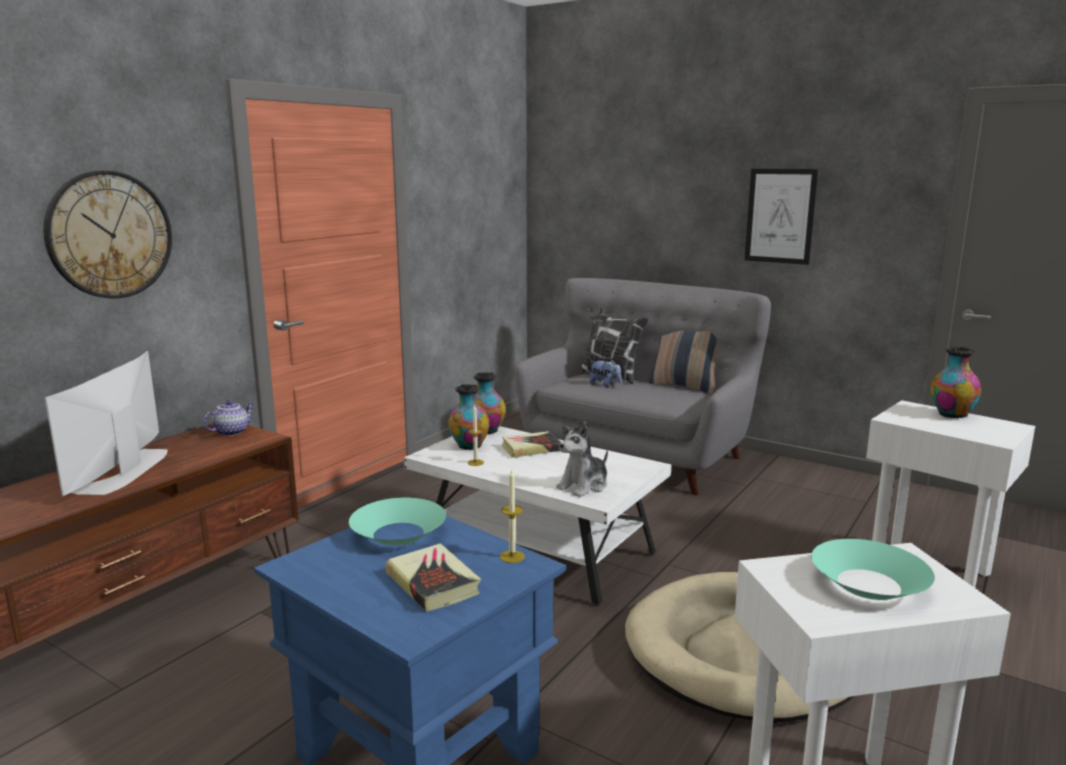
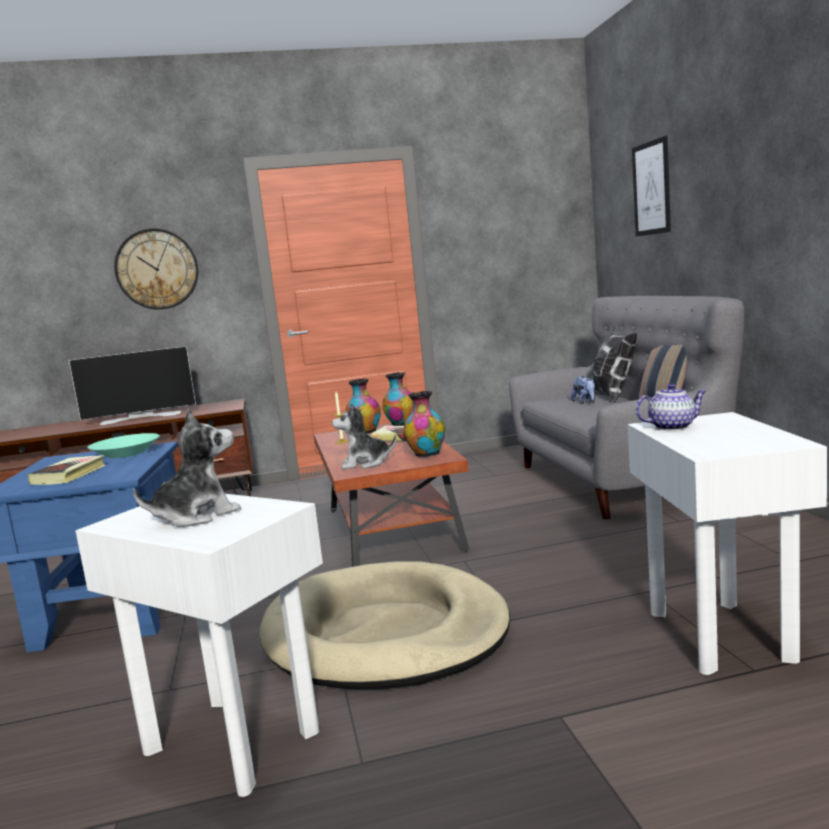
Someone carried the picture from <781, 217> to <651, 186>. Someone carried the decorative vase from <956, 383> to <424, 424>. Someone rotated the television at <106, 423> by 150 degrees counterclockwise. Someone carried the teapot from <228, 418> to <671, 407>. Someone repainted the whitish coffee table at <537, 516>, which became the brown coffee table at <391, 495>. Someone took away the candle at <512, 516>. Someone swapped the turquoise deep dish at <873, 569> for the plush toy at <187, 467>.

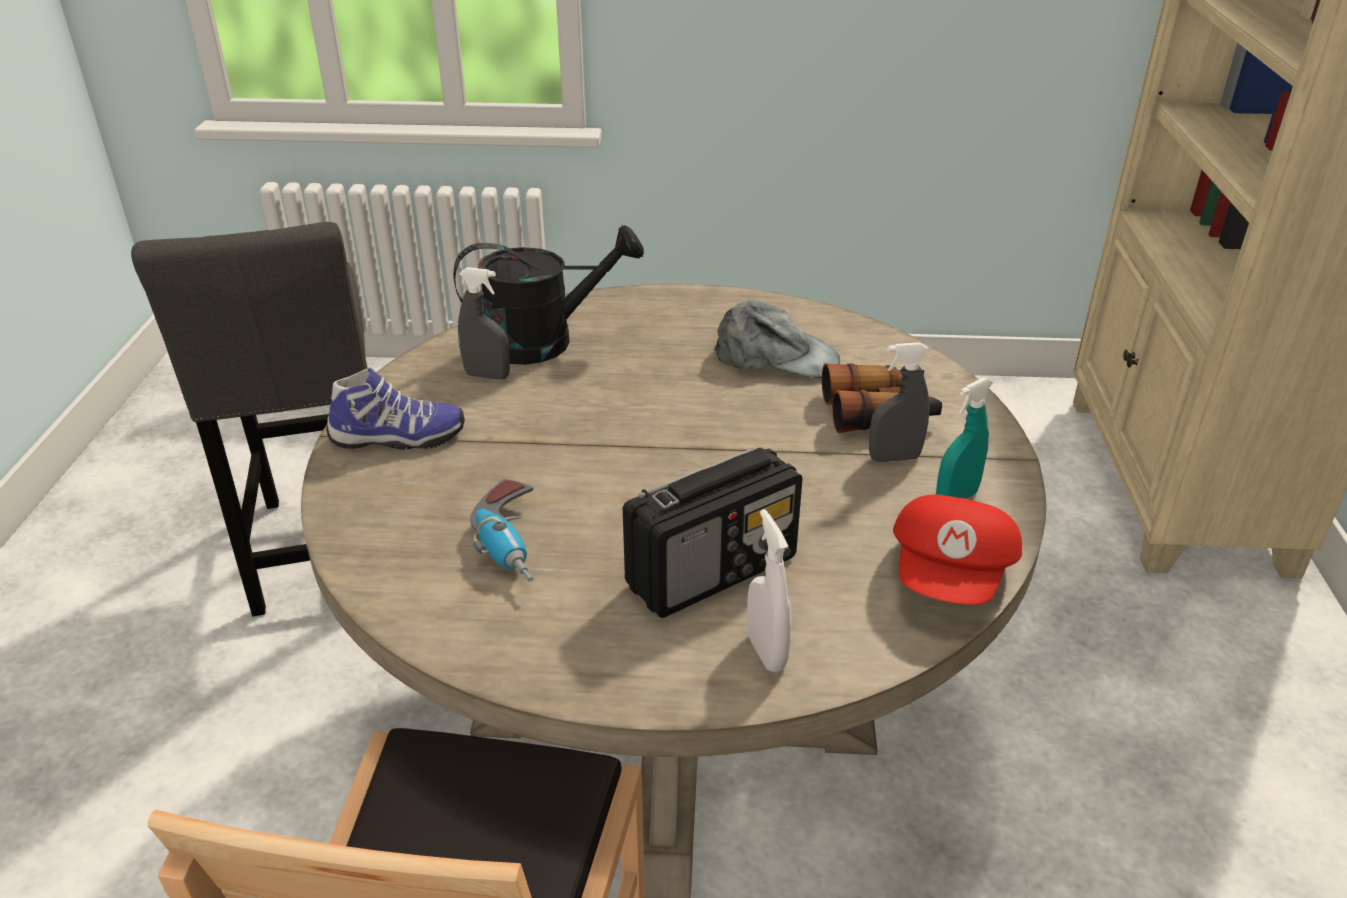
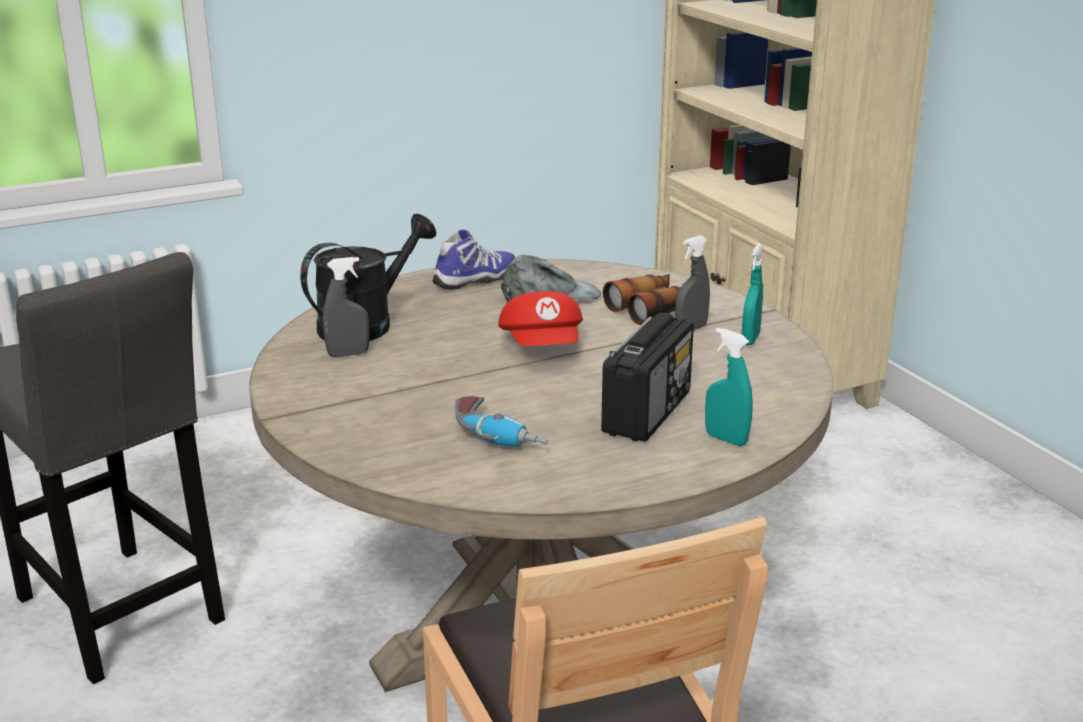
Someone carried the item of footwear from <395, 409> to <474, 260>. Someone carried the red-coloured peaked cap from <957, 549> to <540, 318>. Someone repainted the whitish spray bottle at <769, 590>, which became the turquoise spray bottle at <729, 387>.

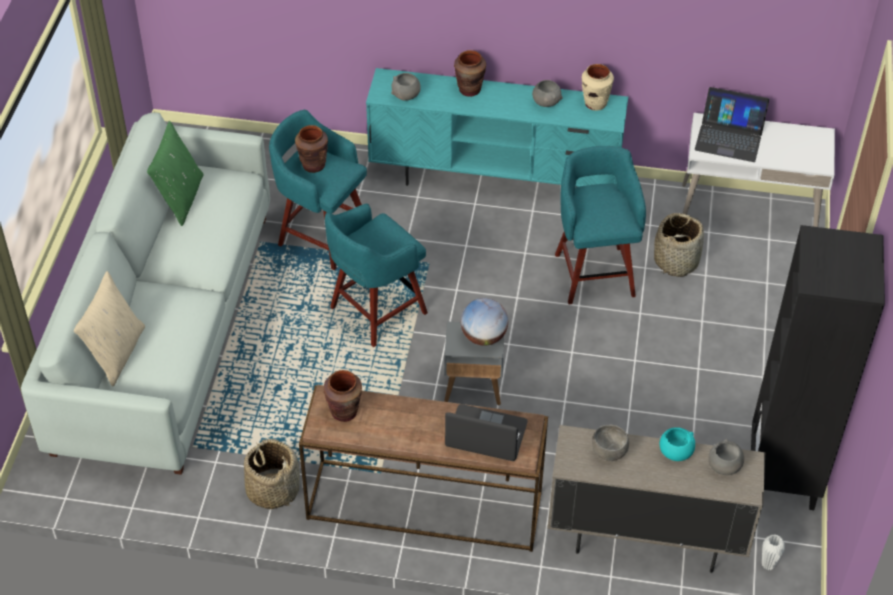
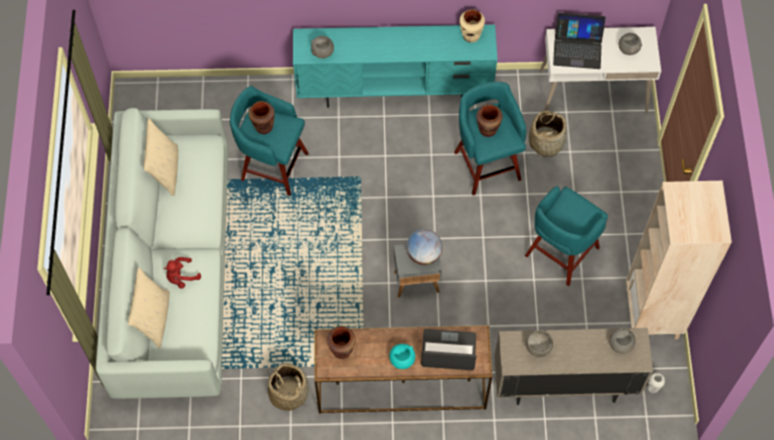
Someone carried the brown decorative vase from <470, 73> to <489, 121>. Someone carried the grey deep dish from <547, 93> to <630, 44>. Someone repainted the green pillow at <175, 173>, which became the beige pillow at <161, 157>. Someone carried the turquoise stool from <376, 275> to <566, 236>. Someone repainted the black bookcase at <818, 367>, which became the beige bookcase at <679, 260>. Someone carried the turquoise deep dish from <677, 444> to <402, 356>. Someone put down the red-coloured plush toy at <182, 273>.

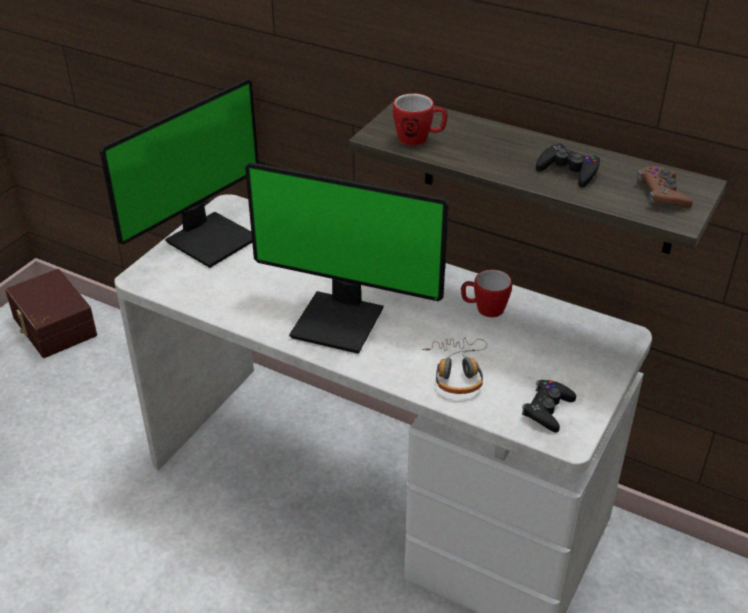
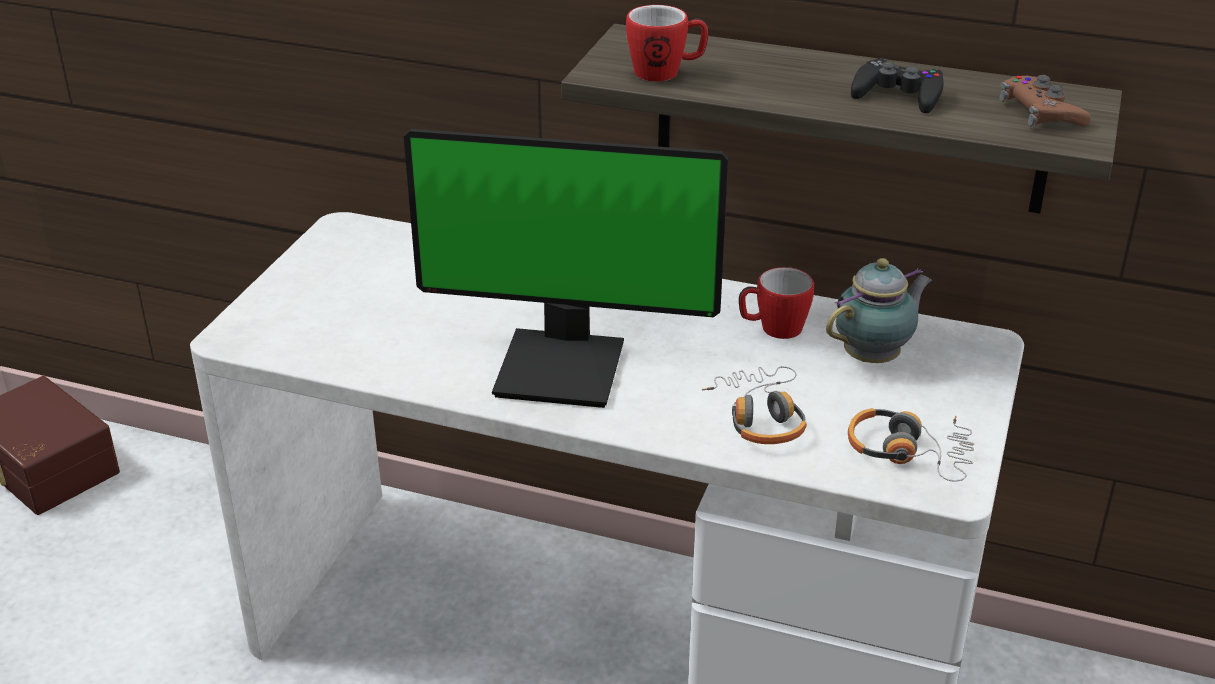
Someone took away the monitor at <179, 173>. Someone swapped the black joypad at <549, 406> for the headset at <911, 444>. Someone put down the teapot at <879, 310>.

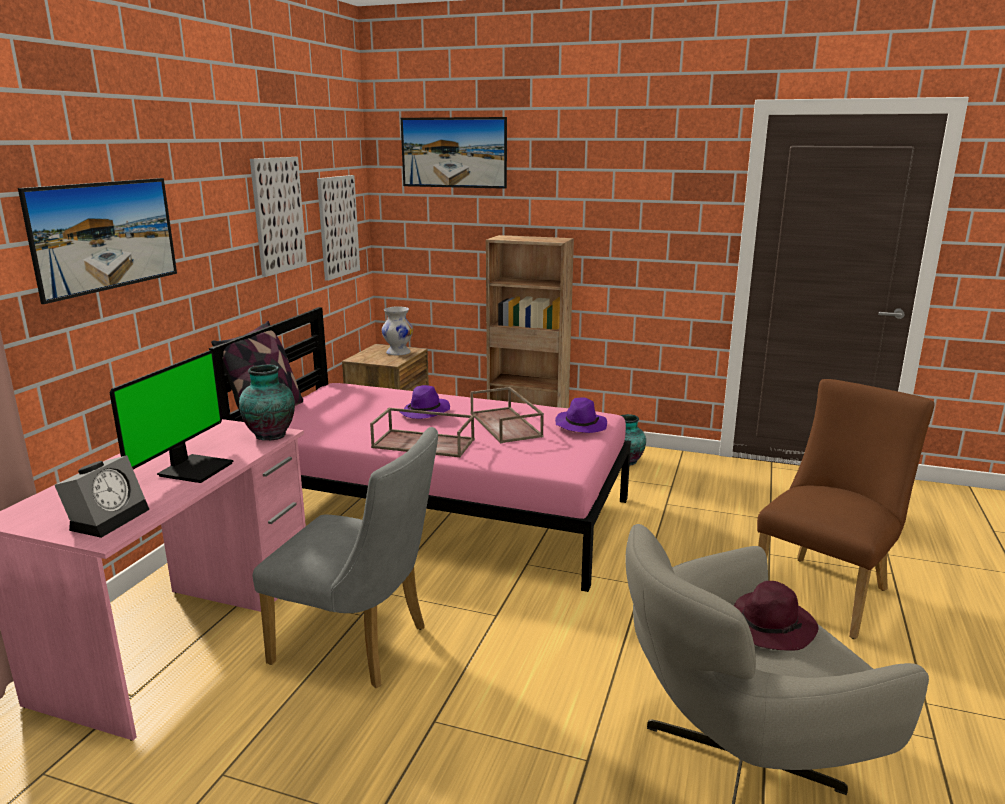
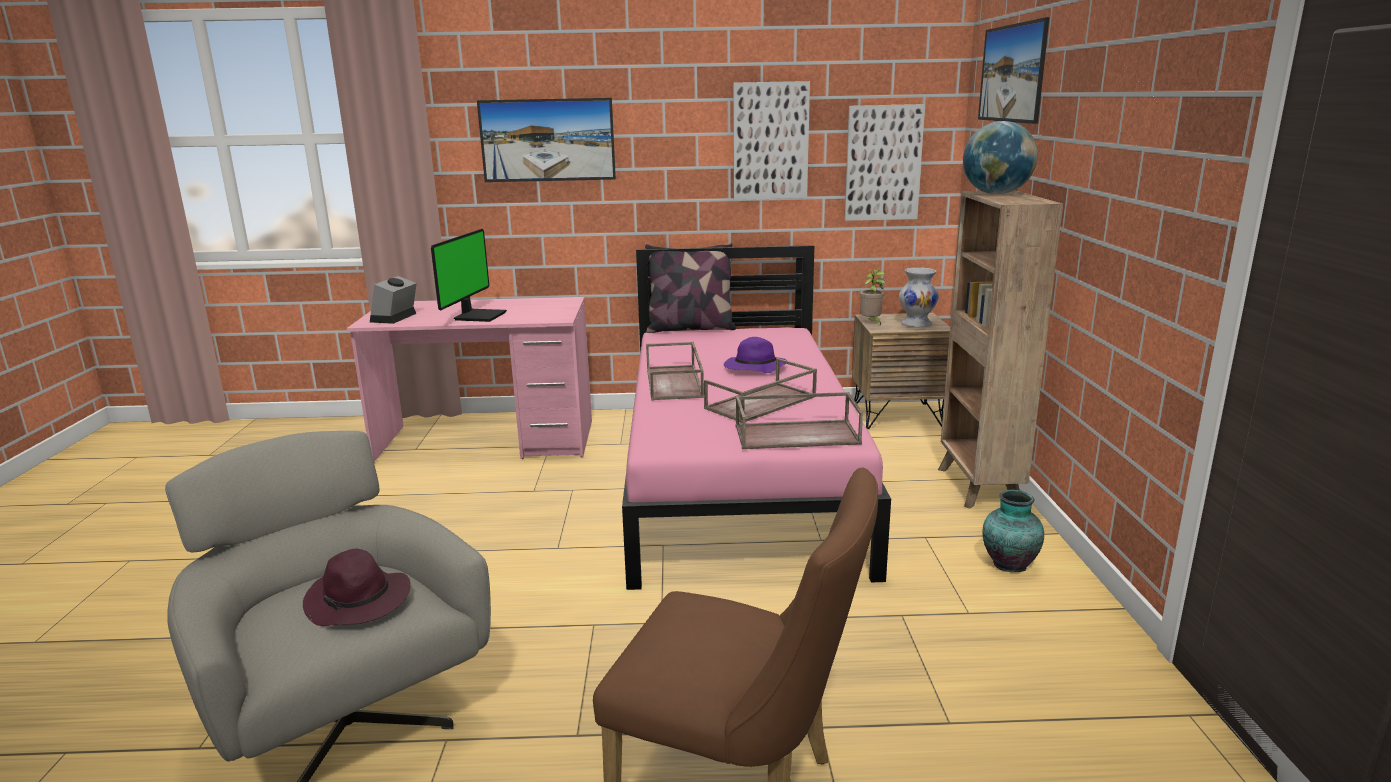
Someone rotated the monitor at <171, 416> by 75 degrees counterclockwise. Someone took away the decorative vase at <267, 402>. Someone swapped the purple-coloured clothing hat at <581, 415> for the brown carrying tray at <799, 420>. Someone took away the grey upright chair at <345, 557>. Someone rotated the table clock at <102, 496> by 105 degrees clockwise. Someone put down the globe at <1000, 157>. Someone put down the plant in a pot at <872, 297>.

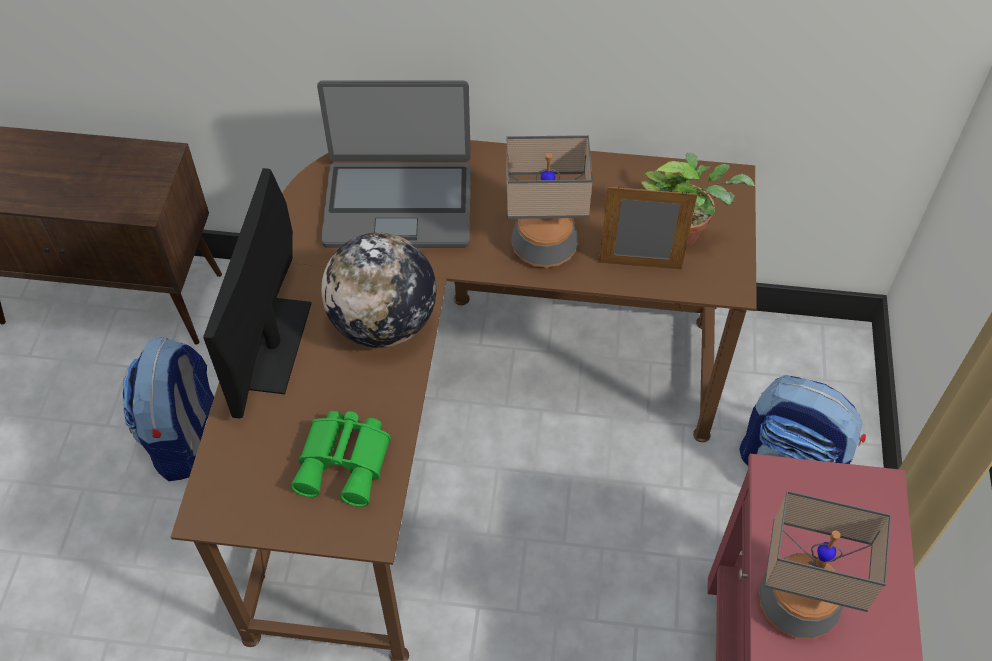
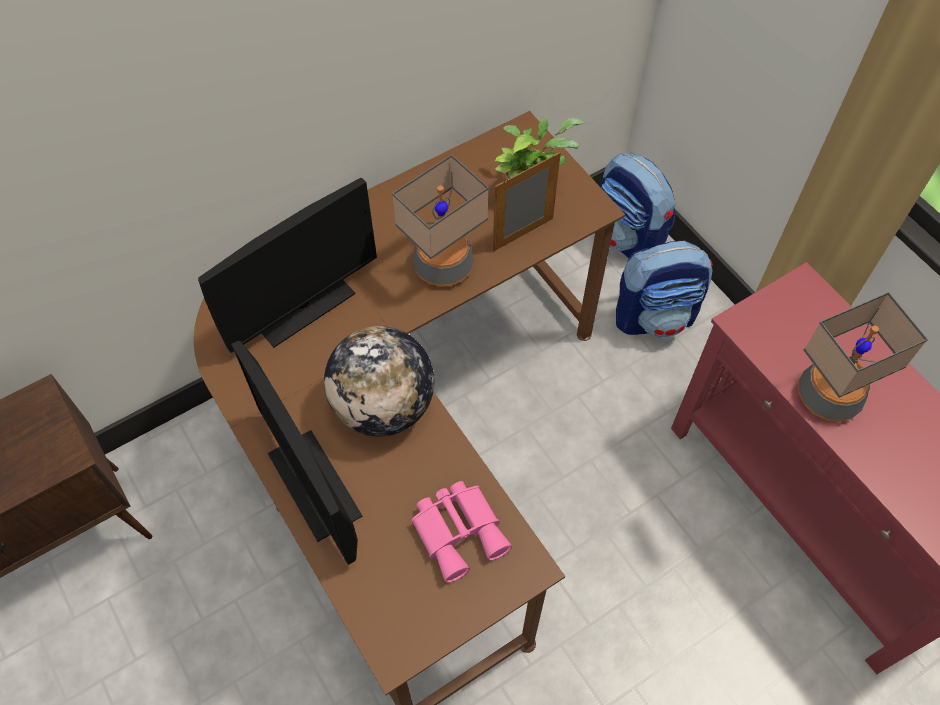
Someone swapped the laptop at <394, 164> for the monitor at <287, 265>. Someone carried the rucksack from <168, 409> to <638, 205>. Someone repainted the green binoculars at <341, 459>, which became the pinkish binoculars at <461, 532>.

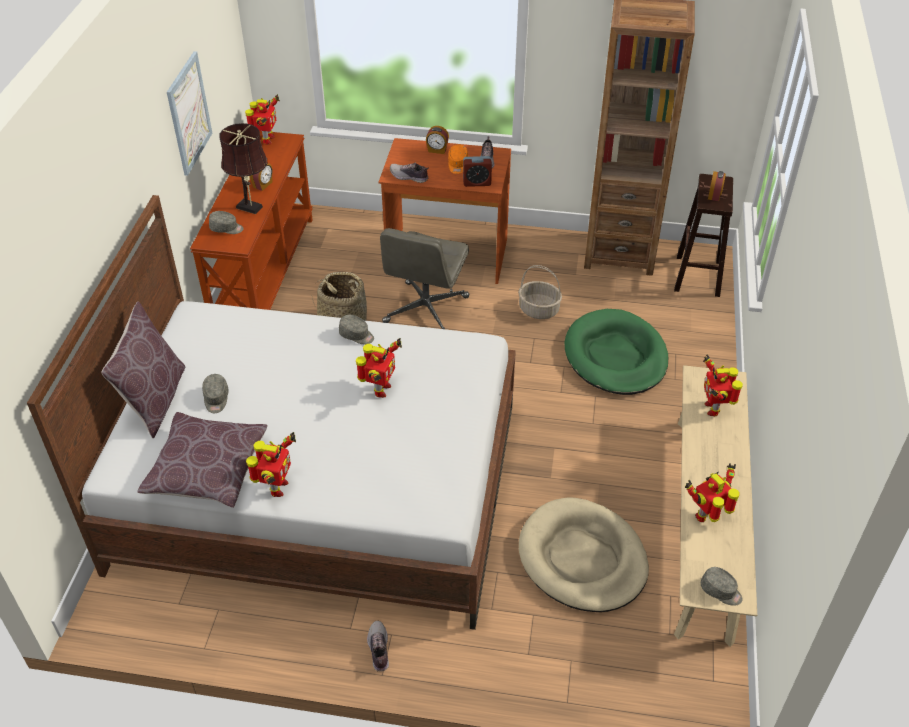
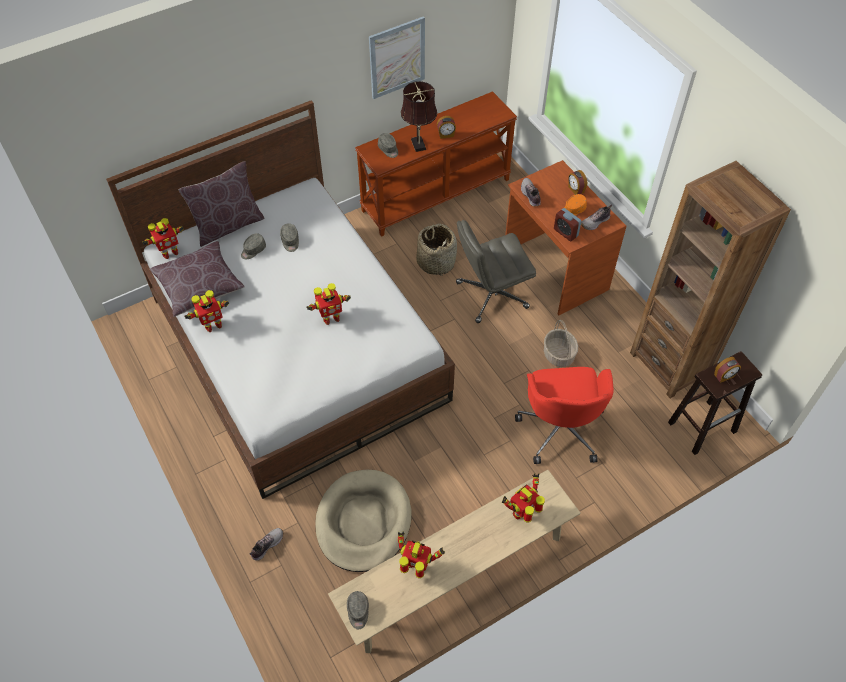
Someone carried the robot figure from <262, 119> to <163, 238>. Someone swapped the green pet bed at <616, 352> for the red-coloured office chair at <564, 415>. Someone carried the grey peaked cap from <356, 329> to <289, 237>. Someone carried the item of footwear from <378, 646> to <266, 544>.

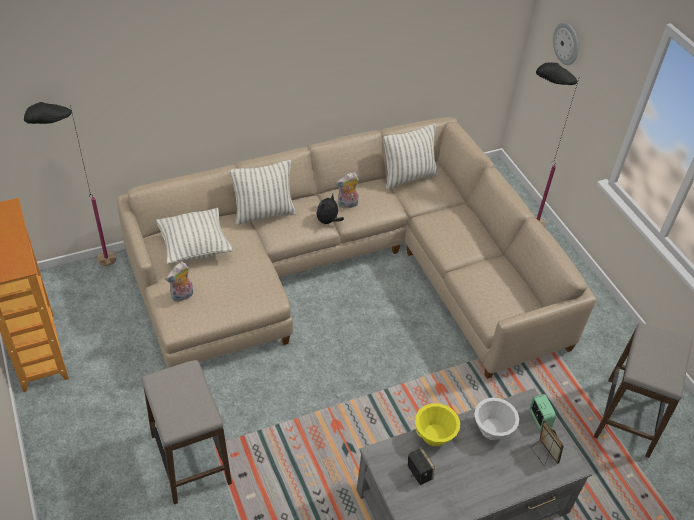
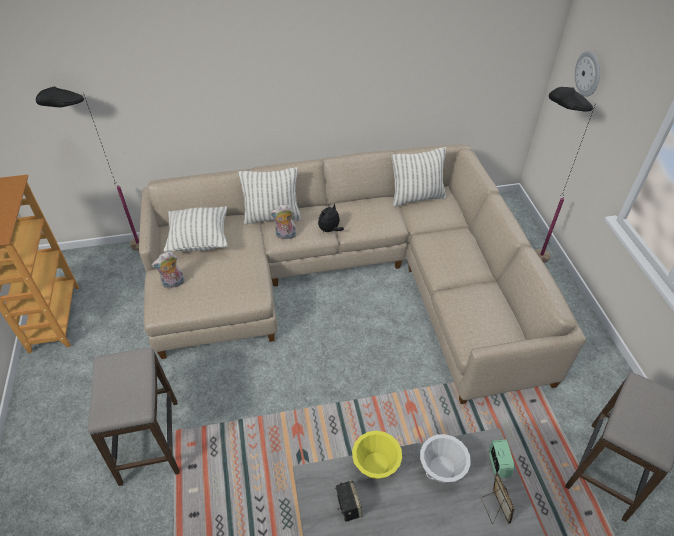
Someone carried the plush toy from <347, 190> to <283, 221>.

